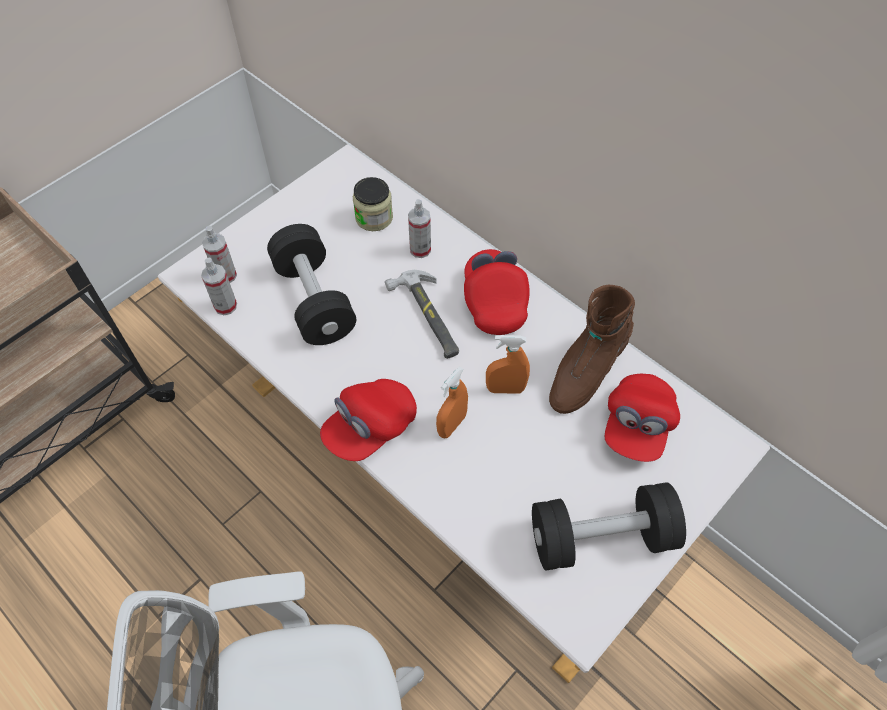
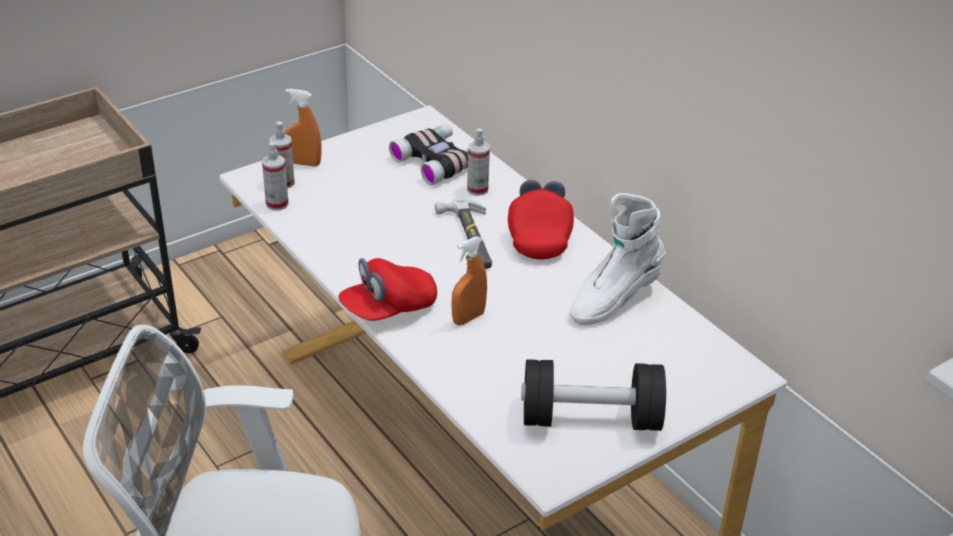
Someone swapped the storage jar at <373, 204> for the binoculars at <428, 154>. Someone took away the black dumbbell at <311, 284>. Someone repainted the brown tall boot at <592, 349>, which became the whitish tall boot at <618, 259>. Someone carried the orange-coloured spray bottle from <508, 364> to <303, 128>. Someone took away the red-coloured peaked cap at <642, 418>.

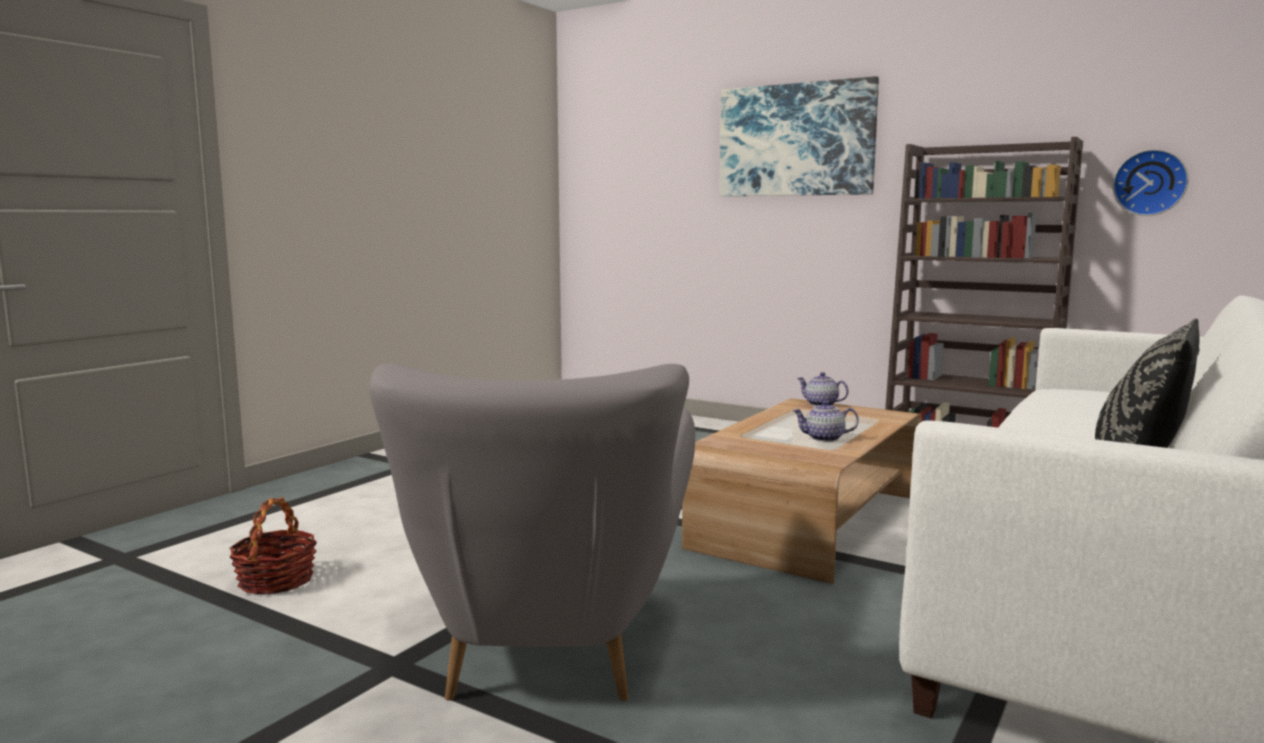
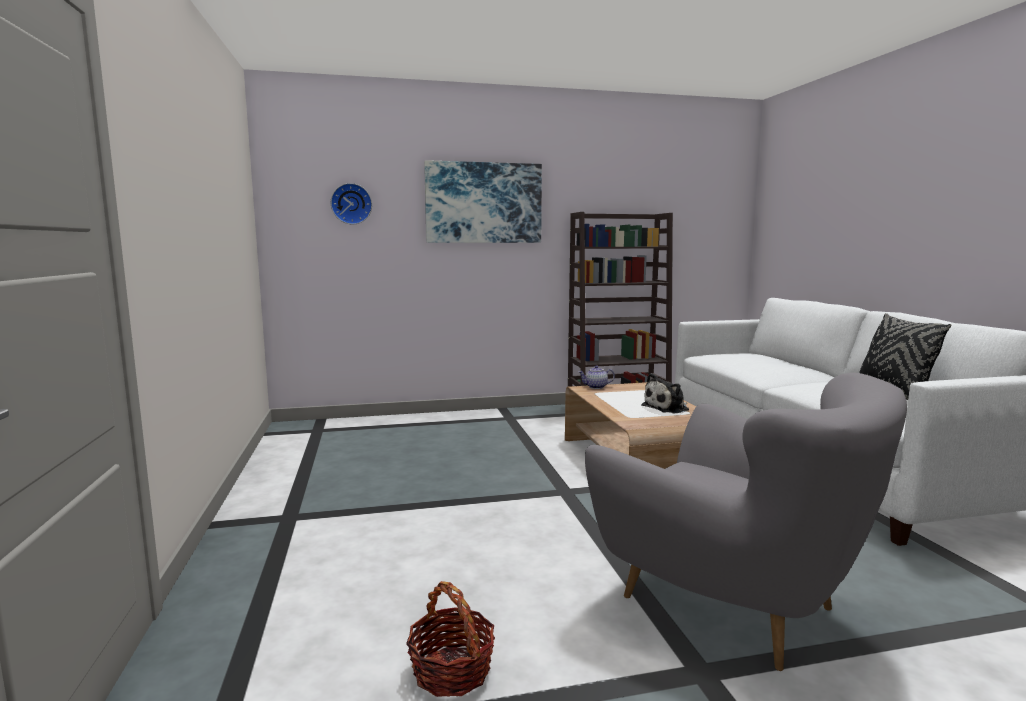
Someone carried the clock on the wall from <1151, 182> to <351, 203>. Someone swapped the teapot at <825, 421> for the plush toy at <665, 393>.

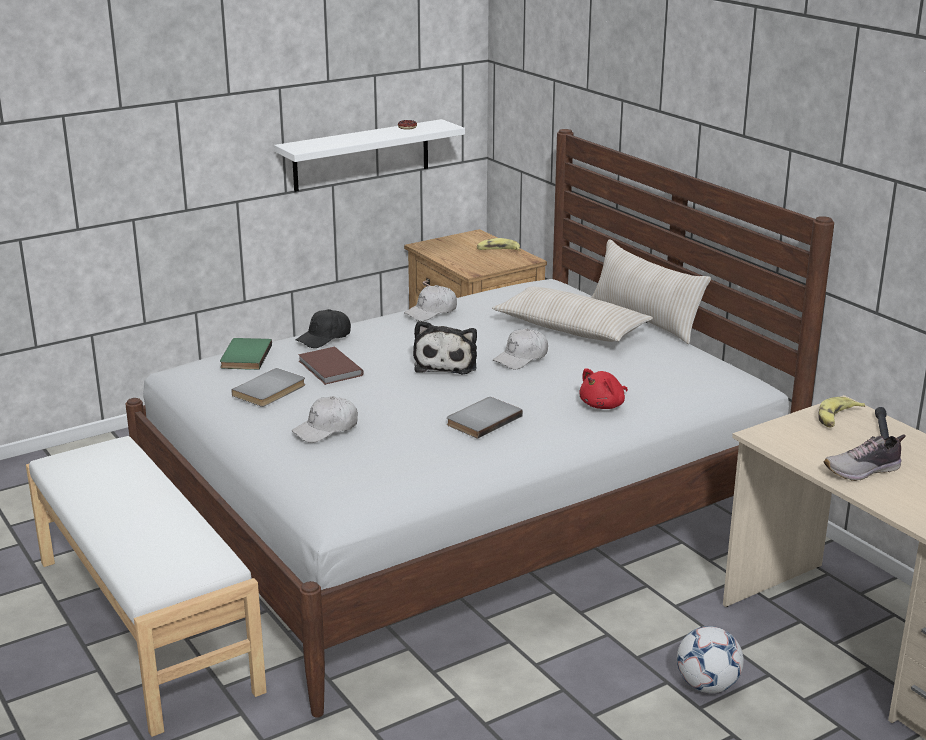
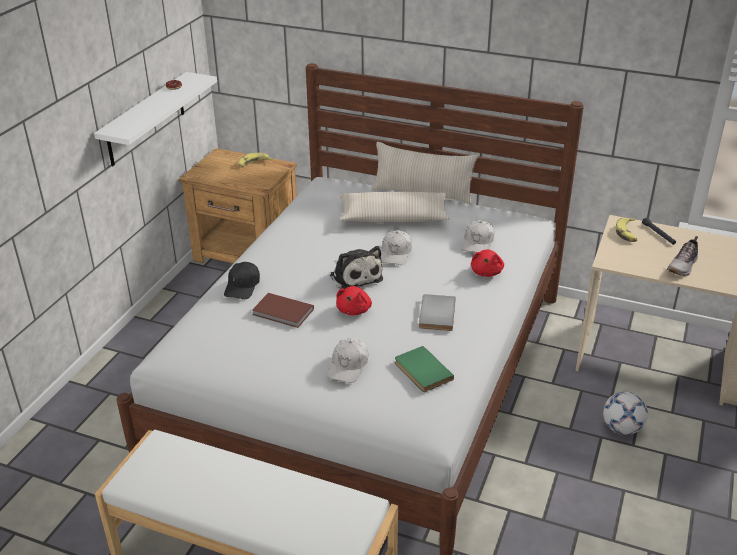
Someone carried the whitish peaked cap from <430, 303> to <478, 236>. Someone carried the green book from <246, 354> to <424, 369>. Someone took away the grey book at <268, 387>. Someone put down the red-coloured plush toy at <354, 300>.

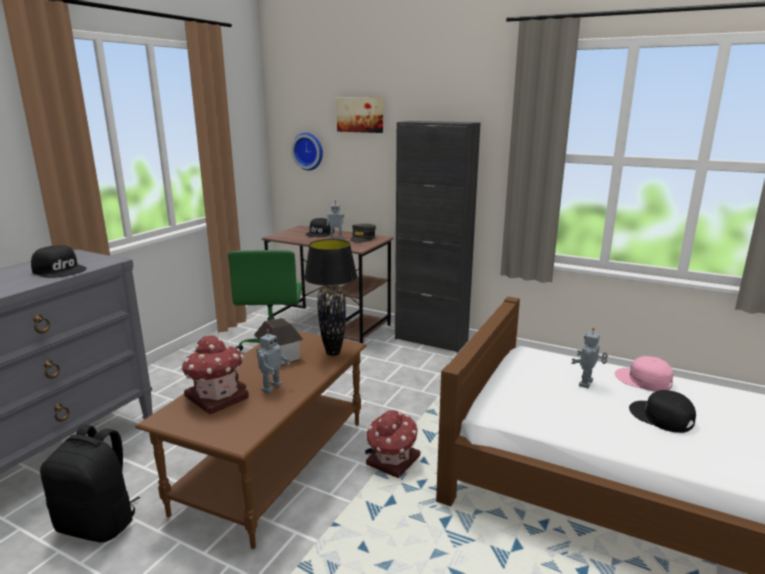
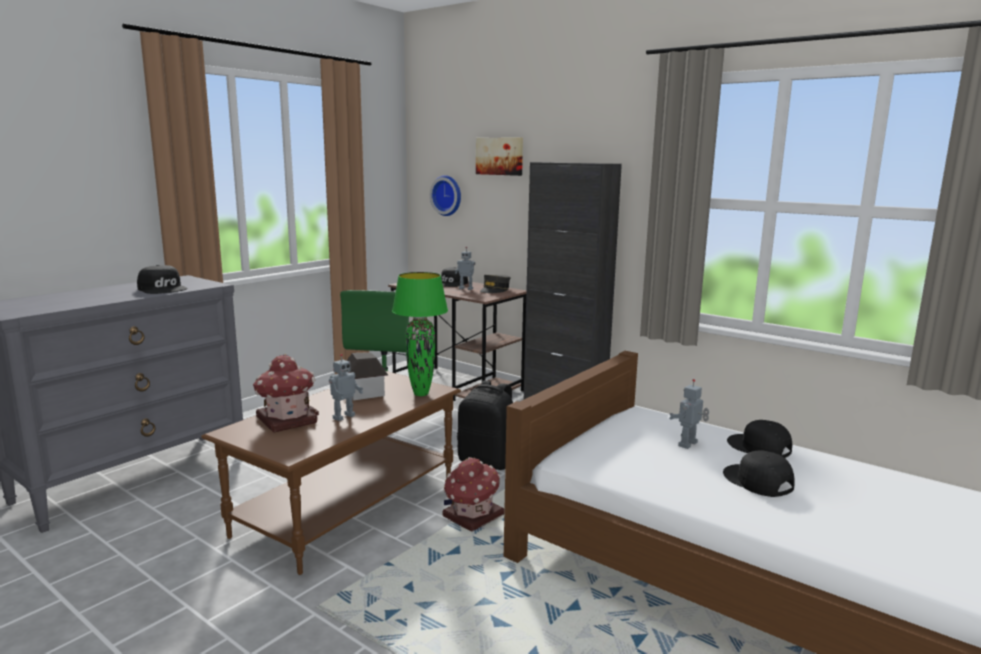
Someone repainted the black tabletop lamp at <331, 297>, which became the green tabletop lamp at <420, 334>. Someone repainted the pinkish peaked cap at <644, 374>, which became the black peaked cap at <759, 439>. Someone carried the black rucksack from <90, 483> to <485, 425>.

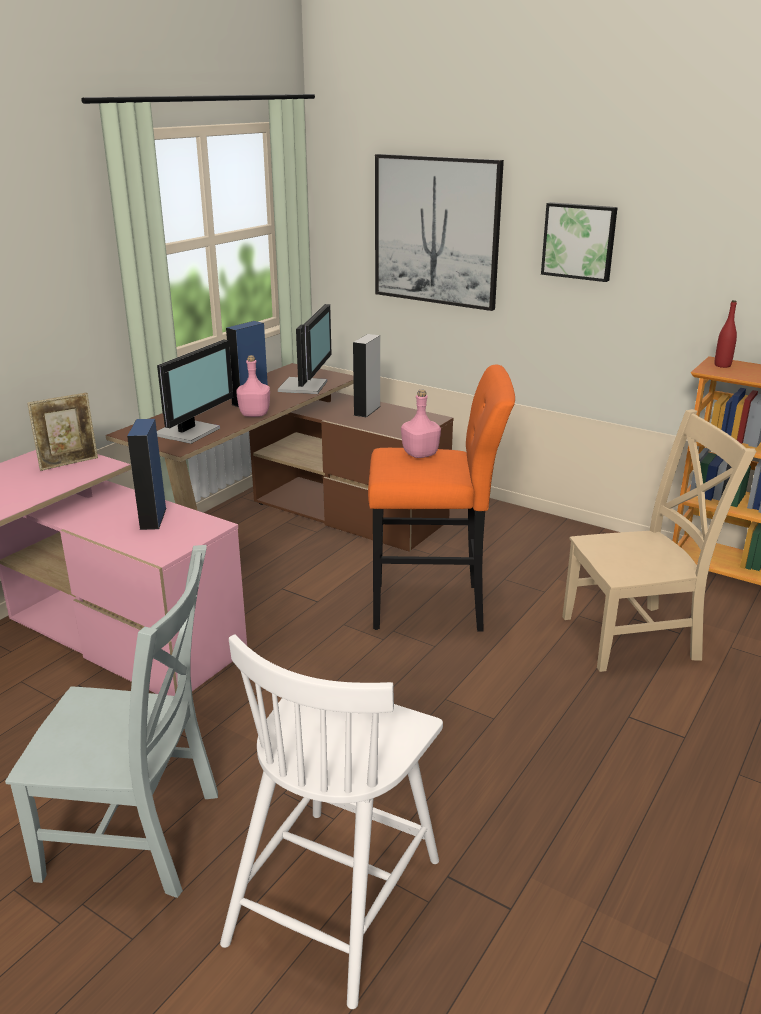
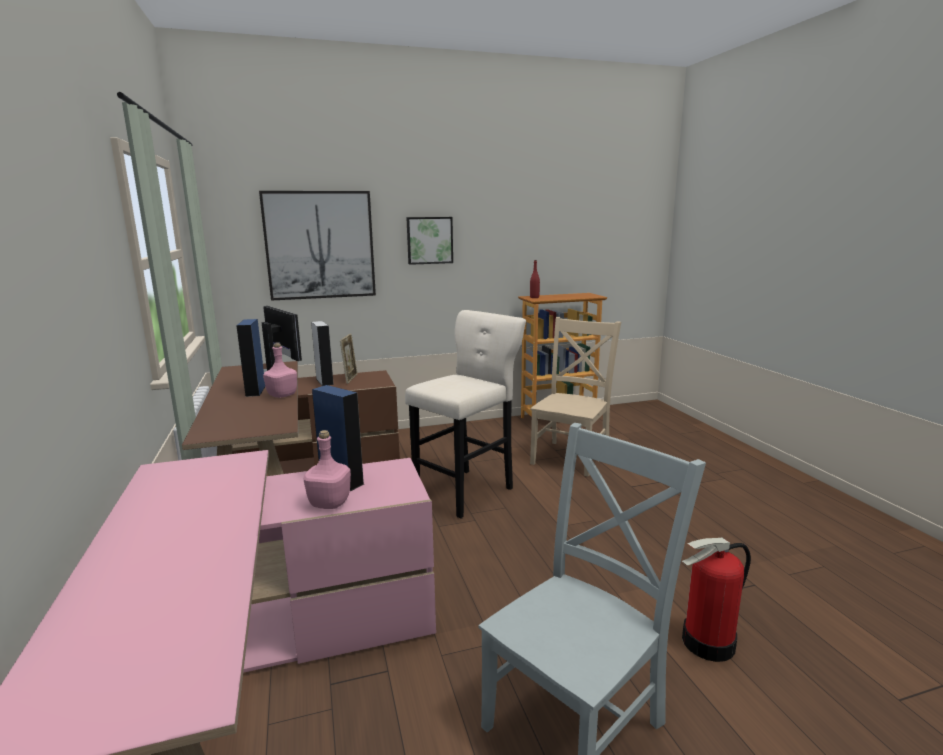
Someone took away the monitor at <195, 391>. Someone repainted the orange-coloured stool at <441, 498>, which became the beige stool at <465, 414>. Someone carried the pinkish drink bottle from <421, 424> to <327, 469>. Someone carried the photo frame from <62, 432> to <348, 359>. Someone swapped the whitish upright chair at <331, 821> for the fire extinguisher at <716, 599>.

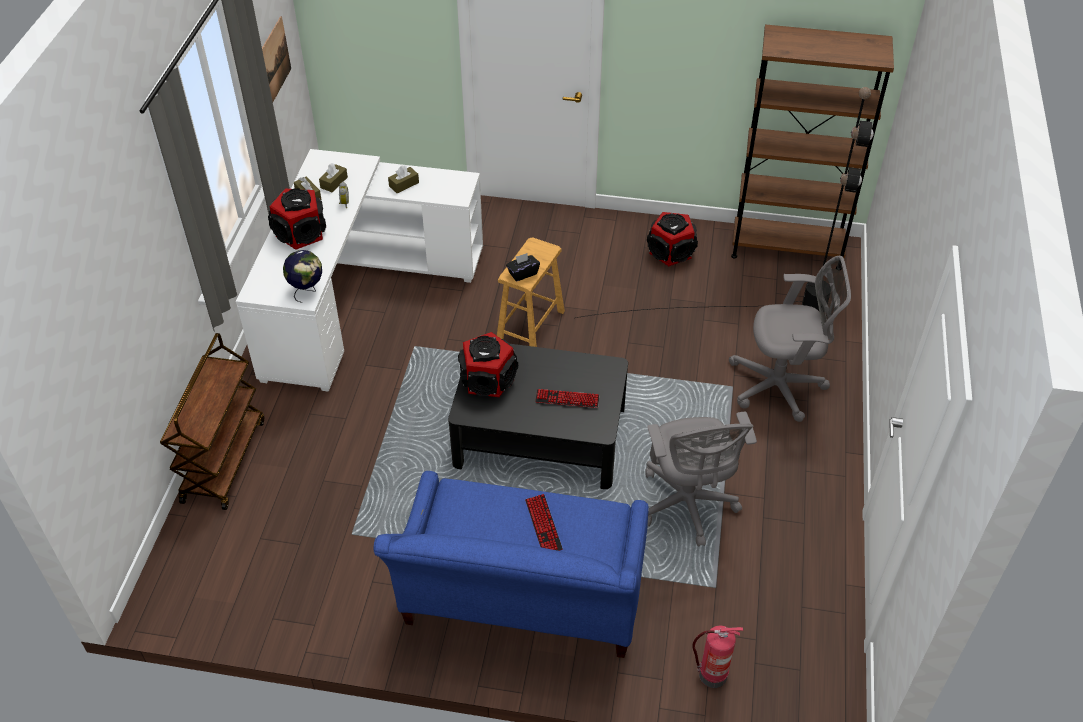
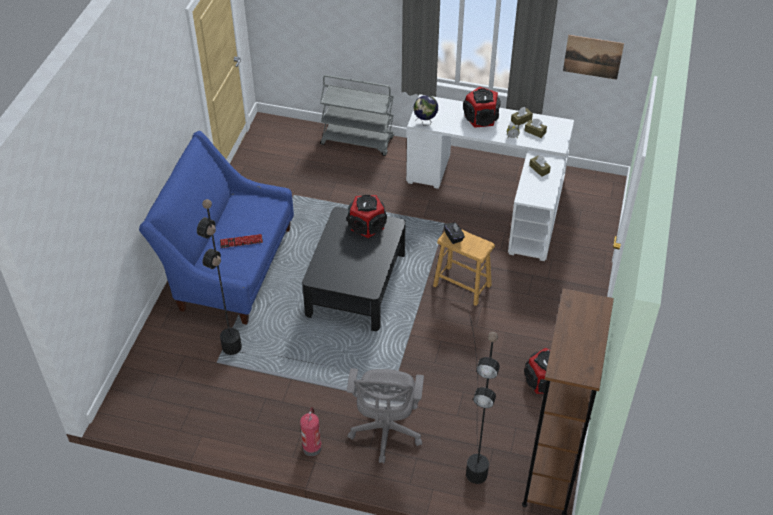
Someone repainted the brown cart at <212, 421>, which became the grey cart at <357, 115>. Someone took away the computer keyboard at <567, 398>. Someone swapped the grey office chair at <701, 479> for the black floor lamp at <306, 288>. Someone carried the fire extinguisher from <717, 657> to <310, 431>.

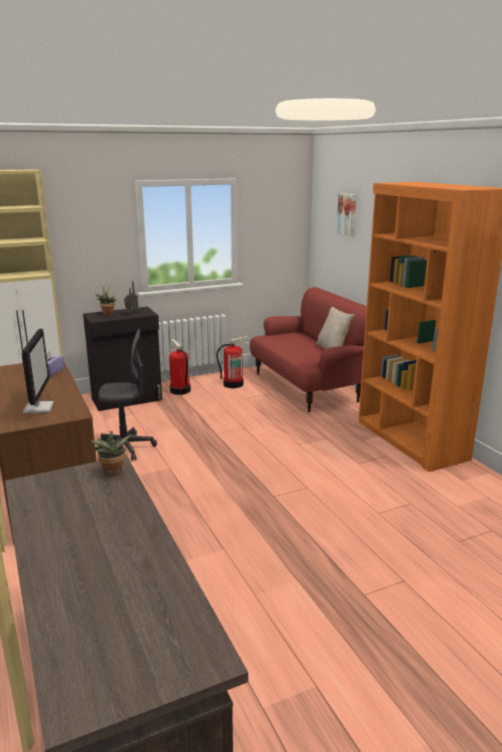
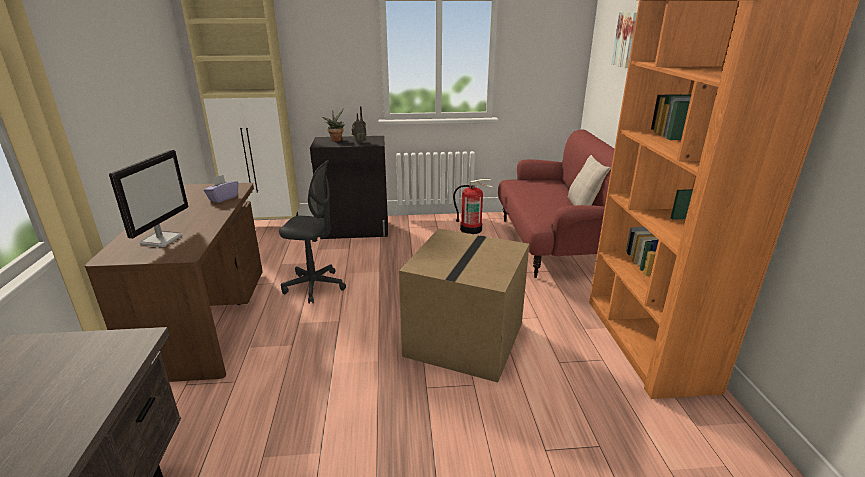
Someone took away the fire extinguisher at <180, 367>. Someone took away the plant in a pot at <110, 453>. Someone put down the cardboard box at <464, 305>.

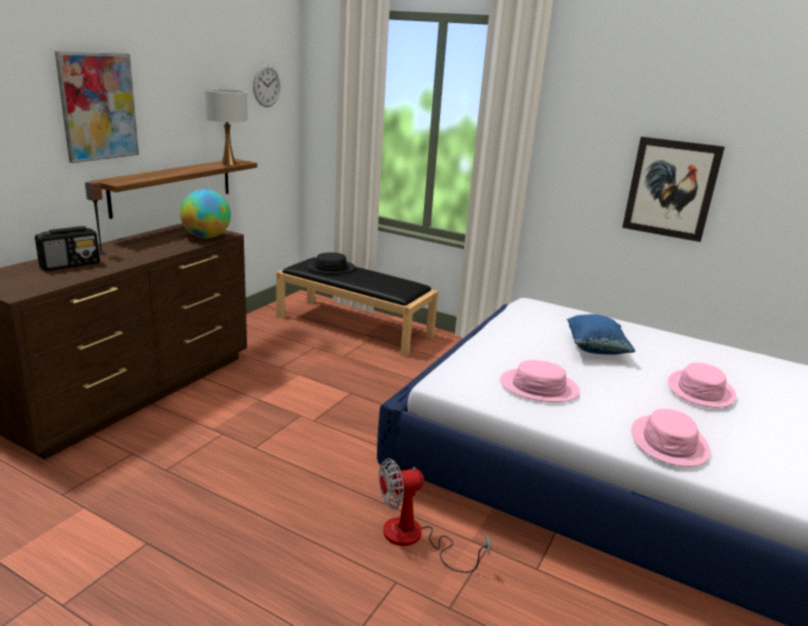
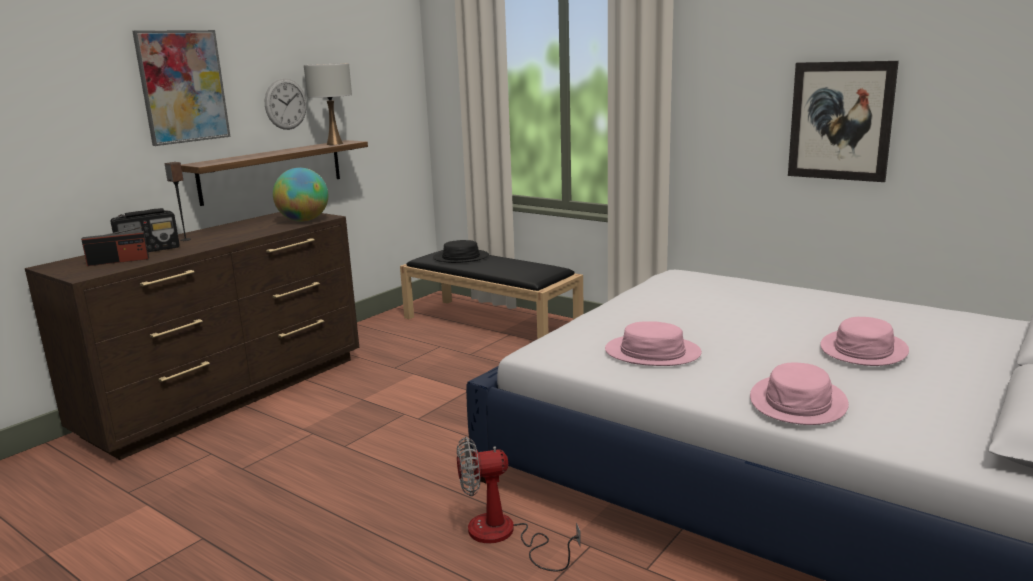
Someone carried the clock on the wall from <266, 85> to <286, 104>. Someone took away the blue-coloured pillow at <601, 334>. Someone put down the radio at <115, 246>.

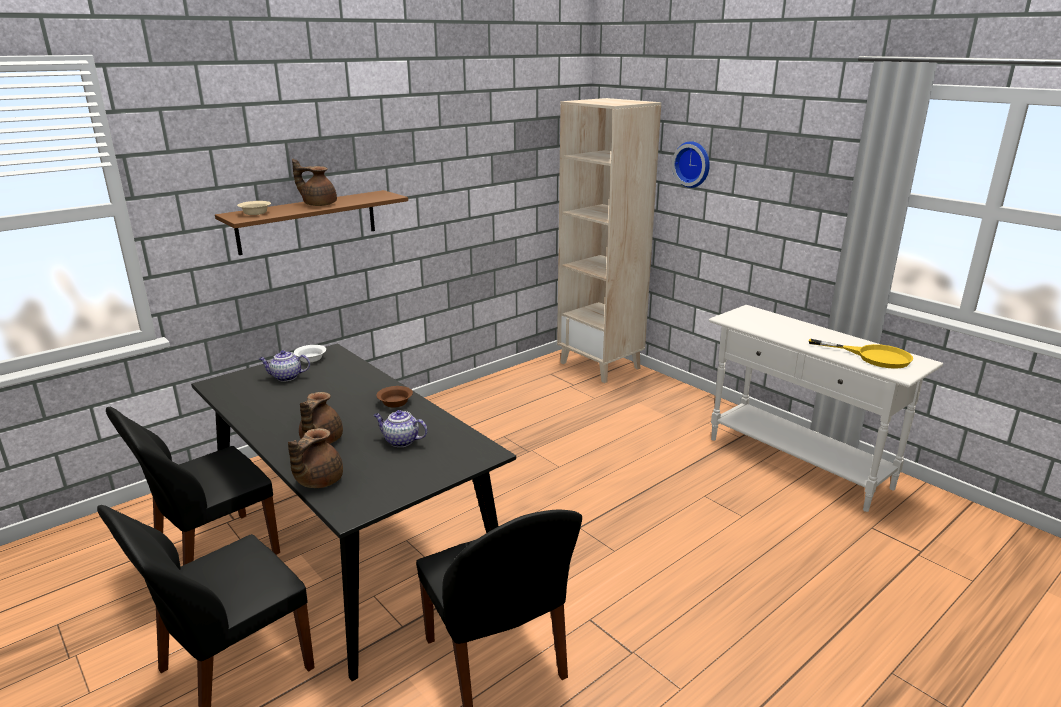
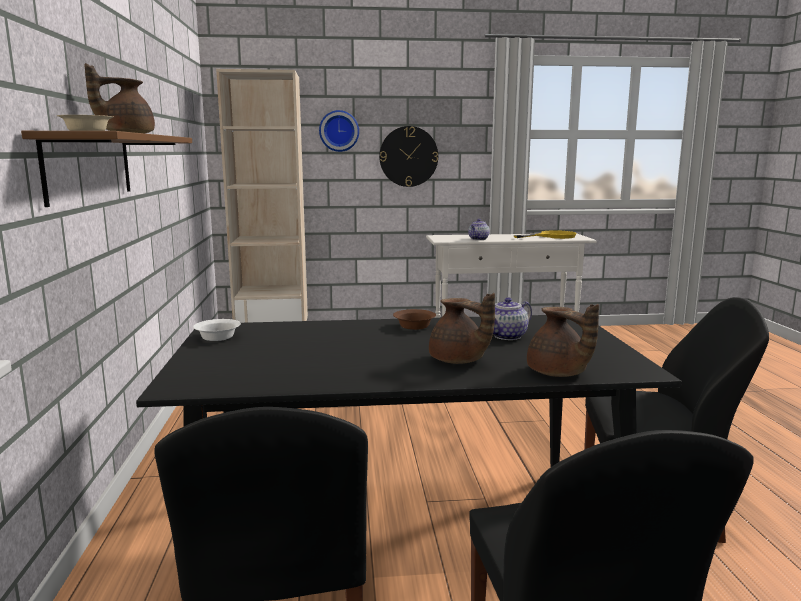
Someone carried the teapot from <284, 366> to <479, 229>. Someone put up the clock on the wall at <408, 156>.

